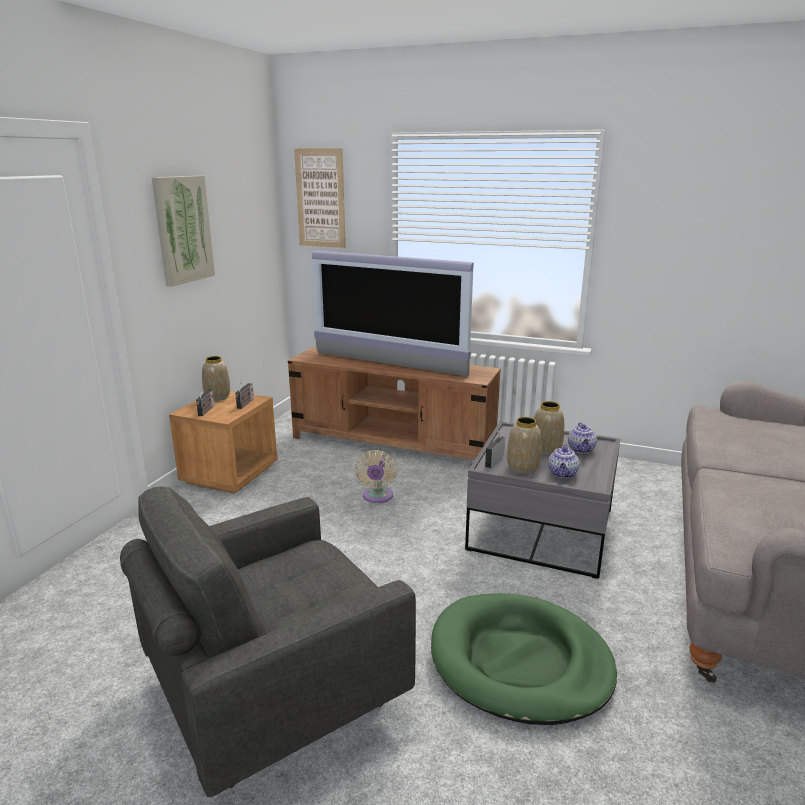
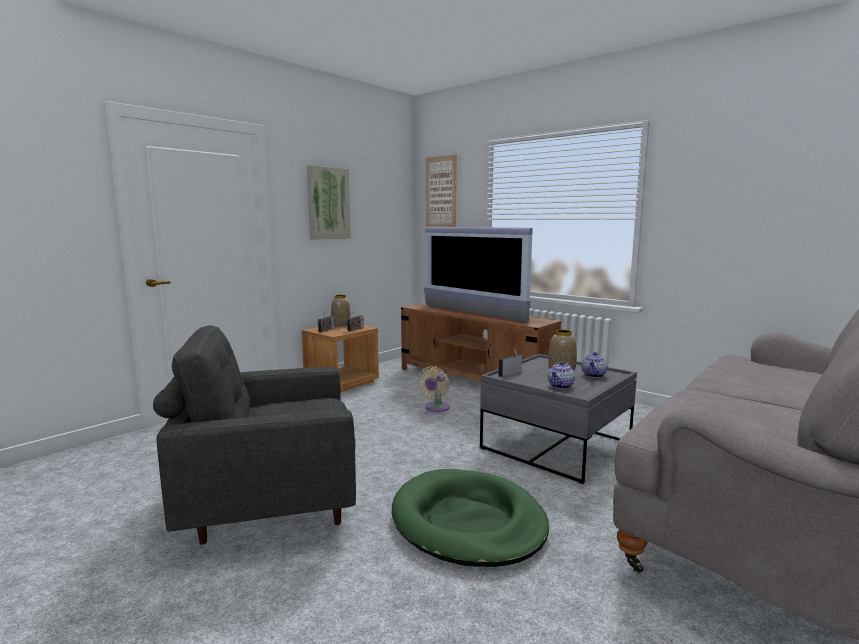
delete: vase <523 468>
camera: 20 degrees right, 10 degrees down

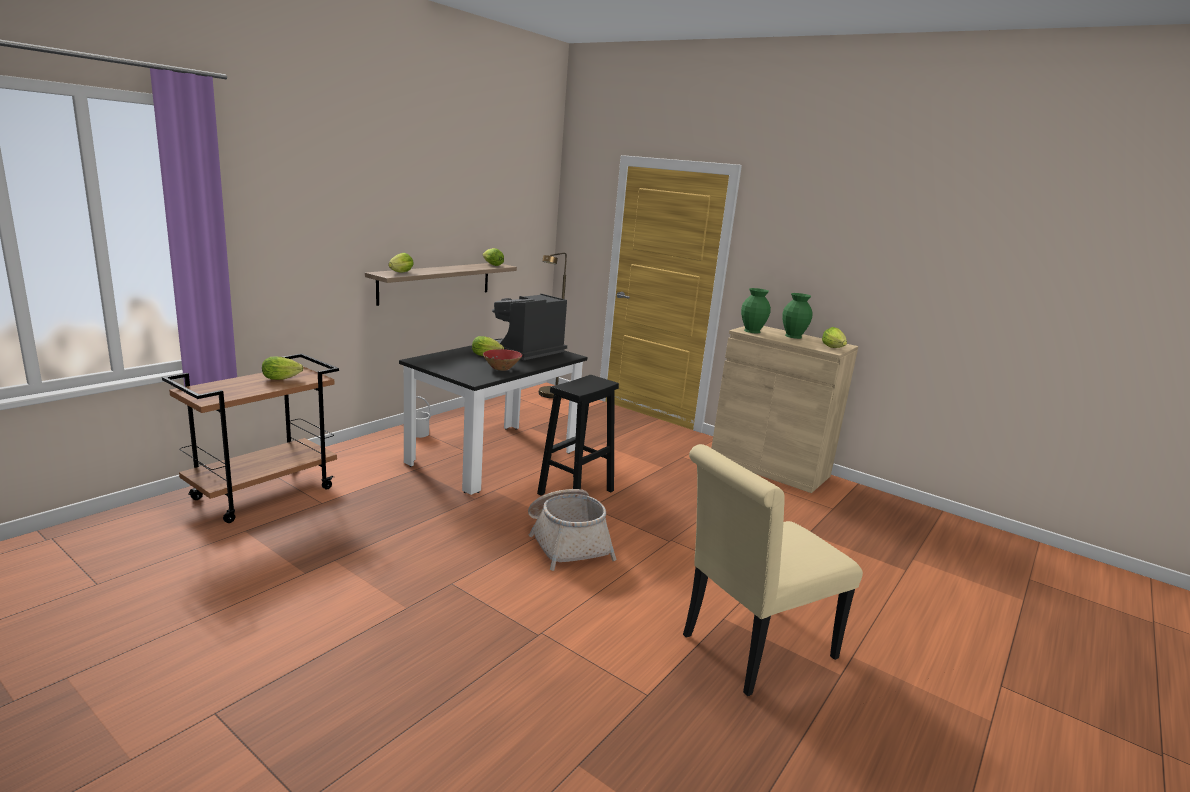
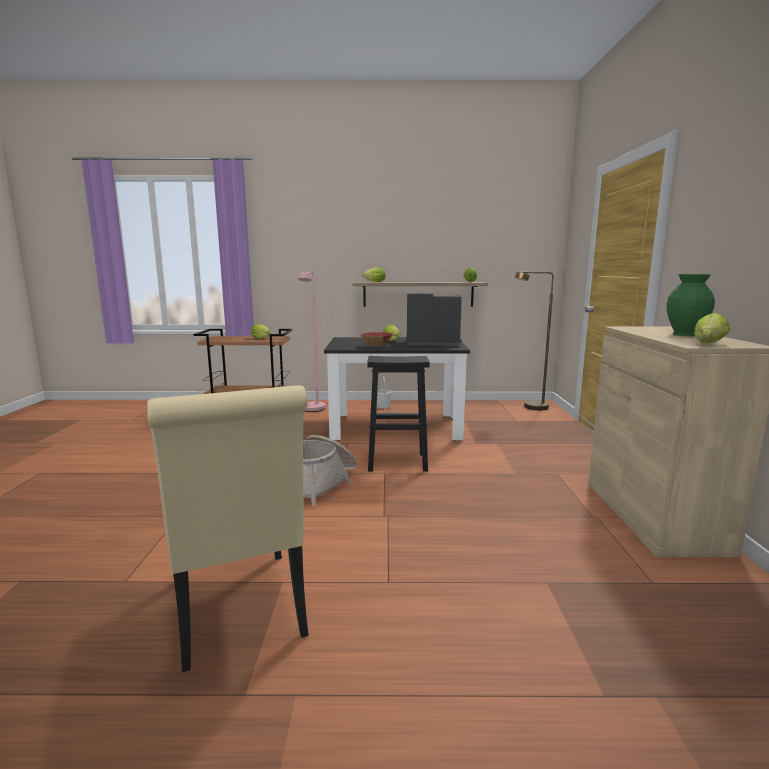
delete: green vase <752 331>
insert: pink floor lamp <313 410>
rotate: beige chair <751 649> = <240 613> 135 degrees counterclockwise
camera: 55 degrees right, 5 degrees down

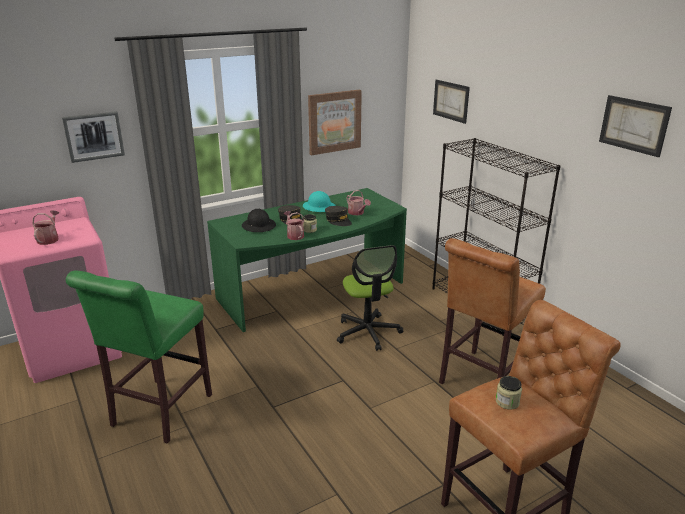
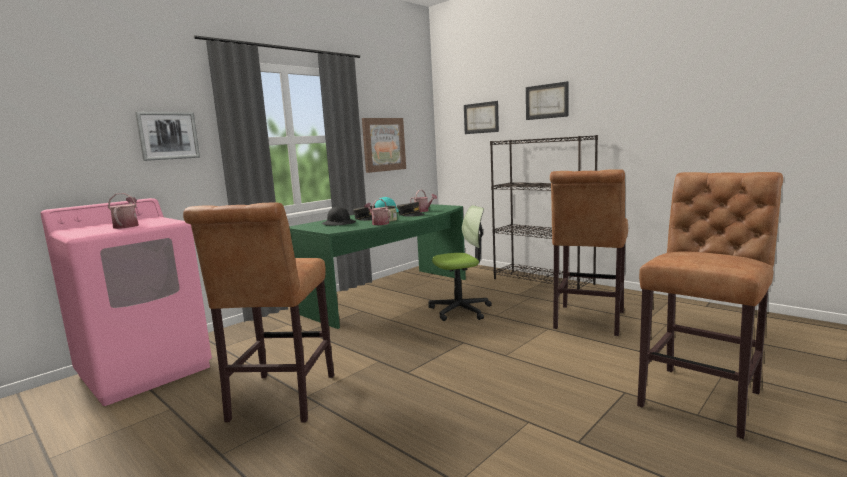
delete: jar <507 402>
move: picture <634 125> to <546 101>
recolor: green stool <158 413> to brown stool <280 401>
rotate: office chair <368 332> = <460 310> 75 degrees counterclockwise
camera: 15 degrees left, 15 degrees down

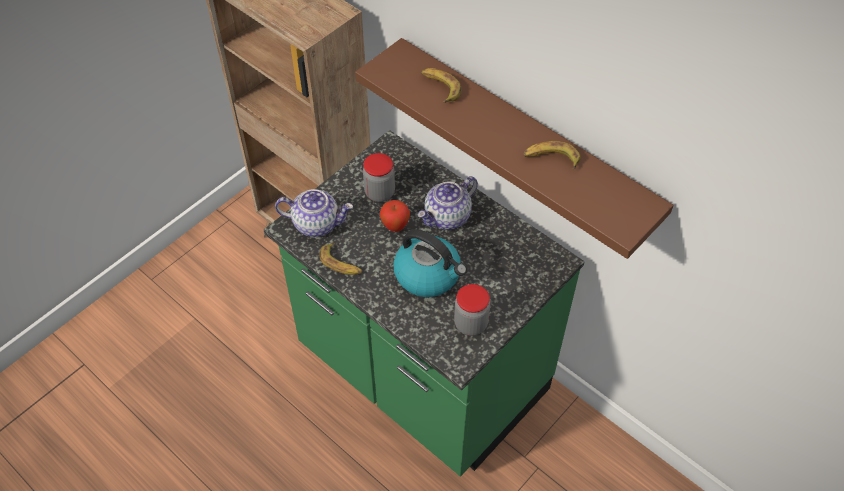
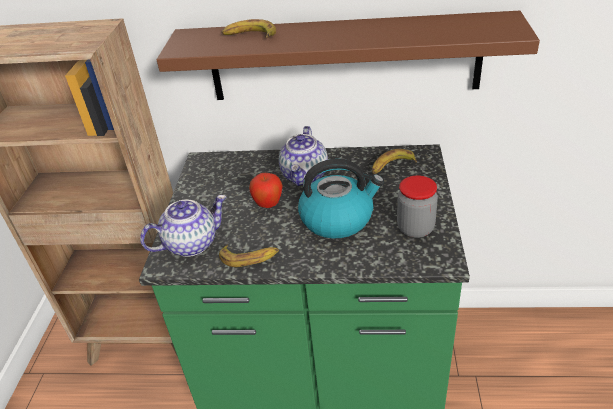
delete: jar <379 193>
move: banana <551 158> to <392 166>
camera: 35 degrees left, 15 degrees down

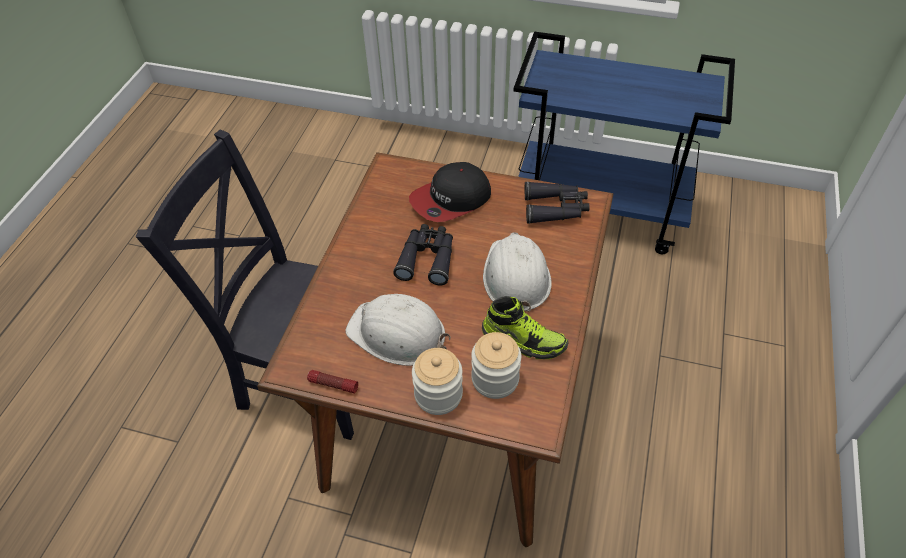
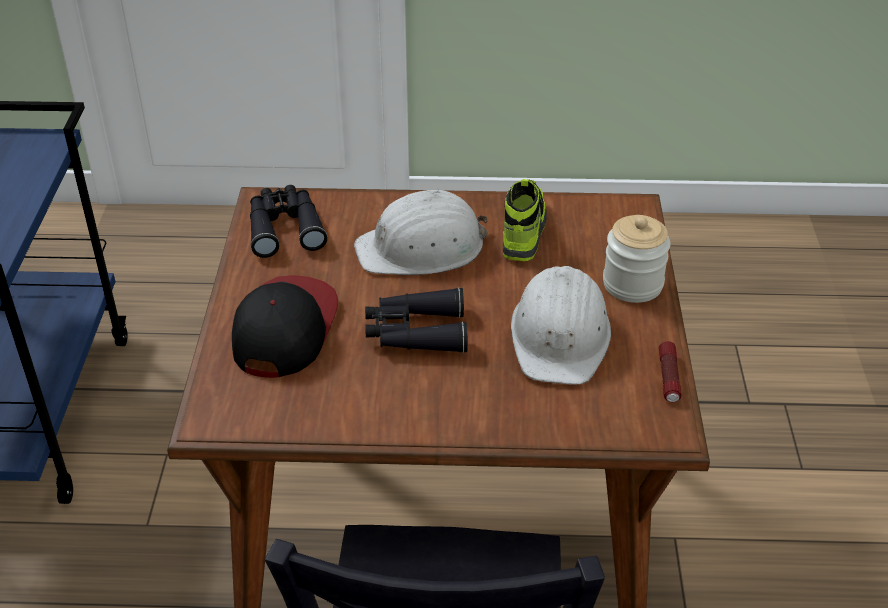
delete: jar <495 379>
rotate: cap <451 199> = <284 329> 120 degrees counterclockwise
camera: 105 degrees left, 10 degrees down

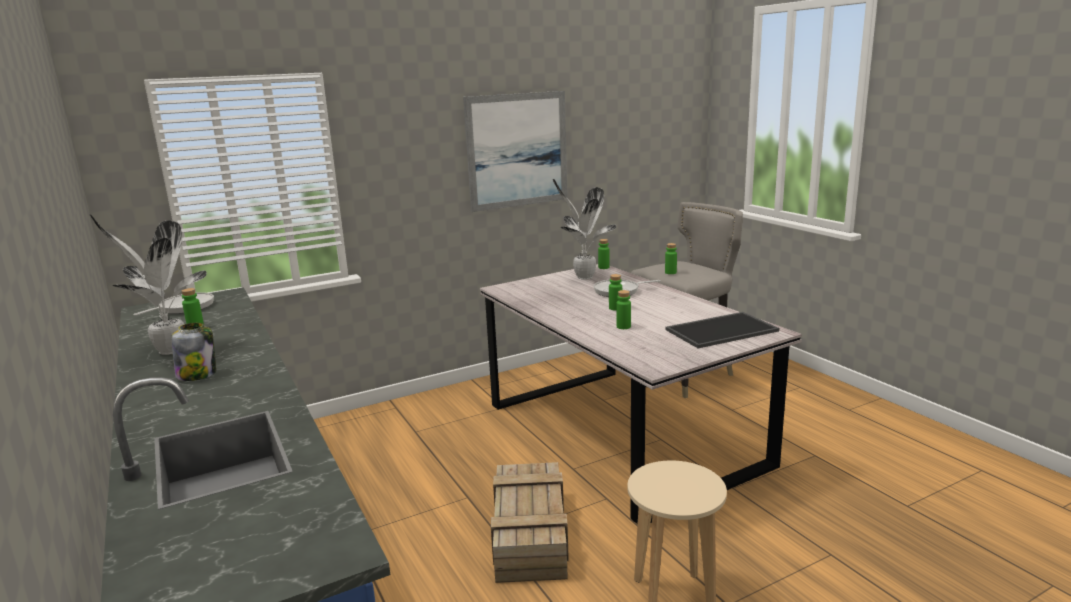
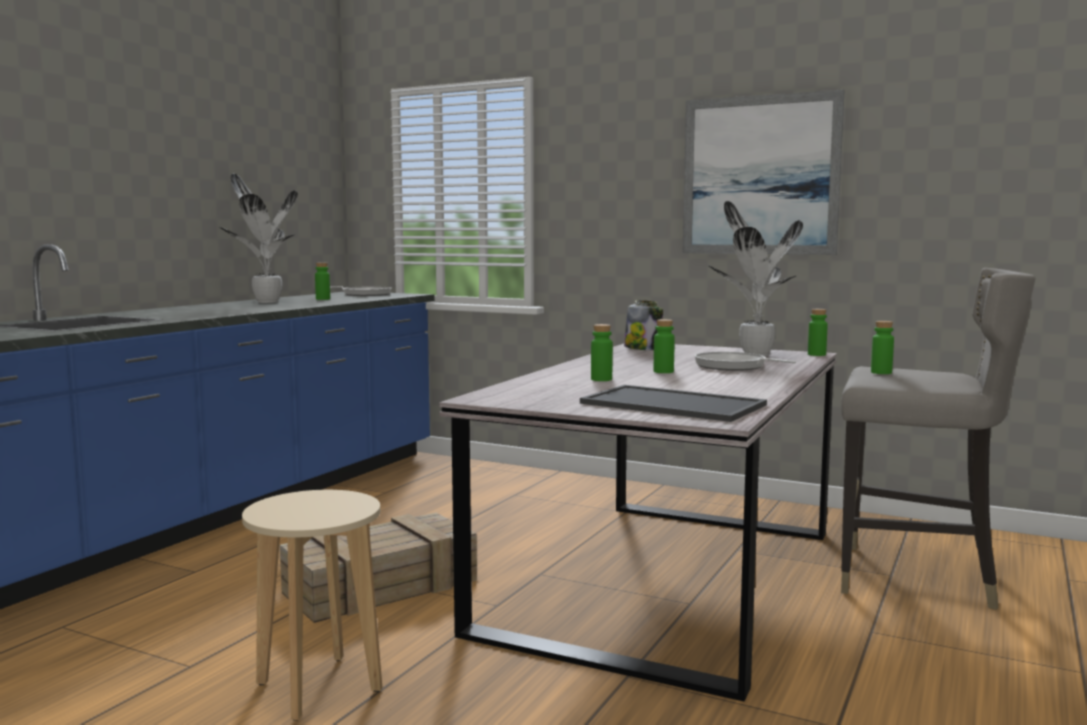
move: jar <197 374> to <643 348>
camera: 55 degrees right, 10 degrees down

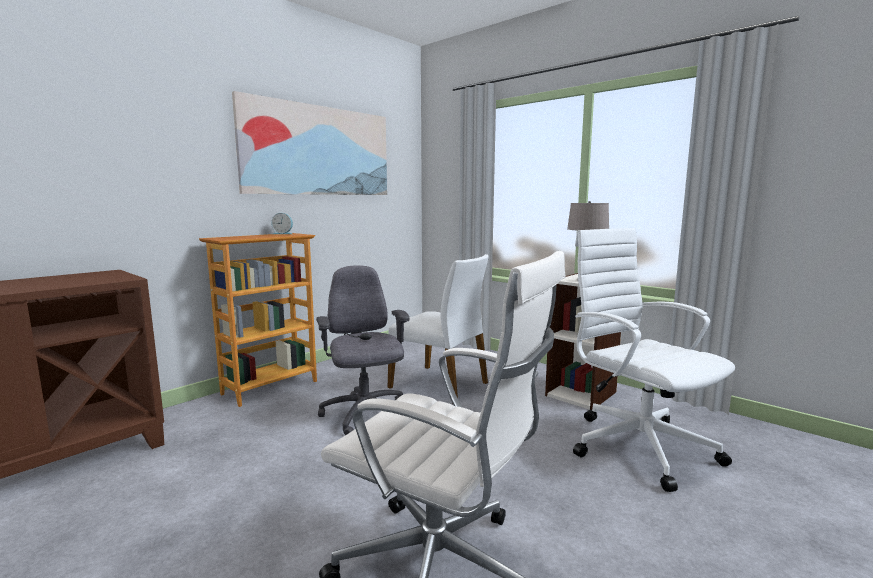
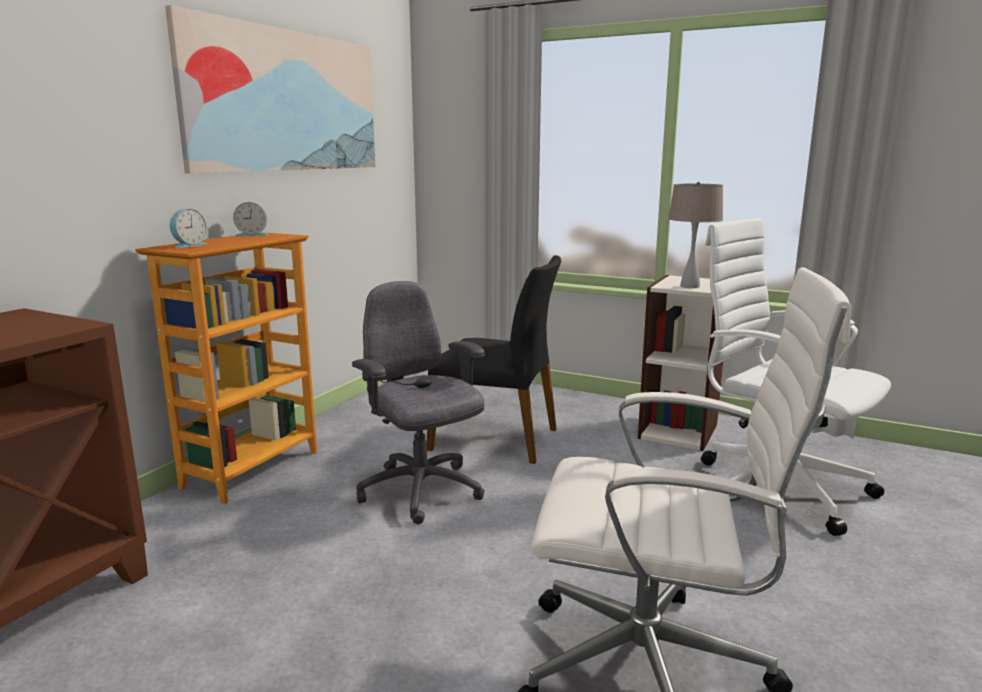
insert: alarm clock <188 245>
recolor: white chair <440 385> to black chair <496 439>
camera: 15 degrees left, 5 degrees up

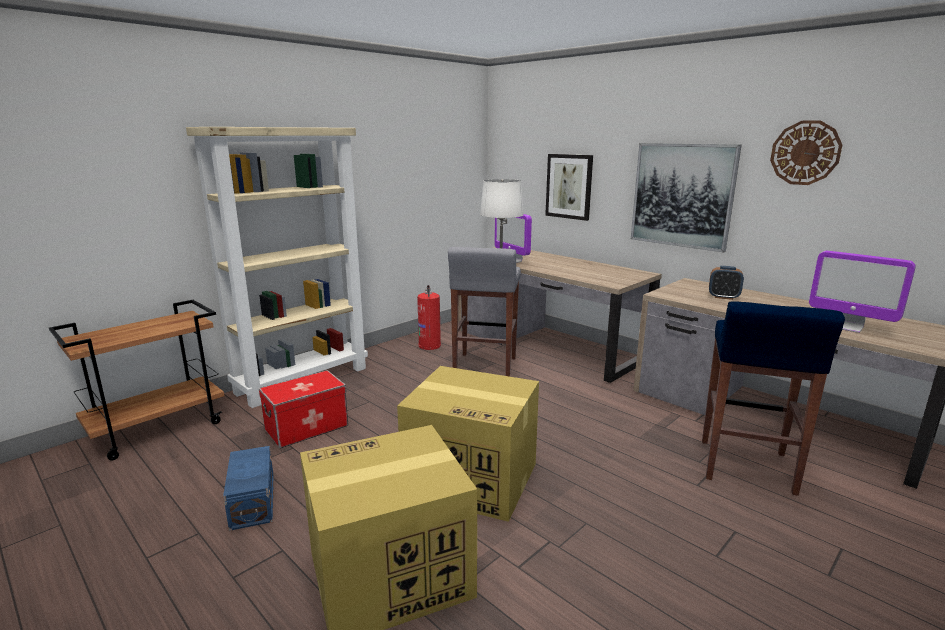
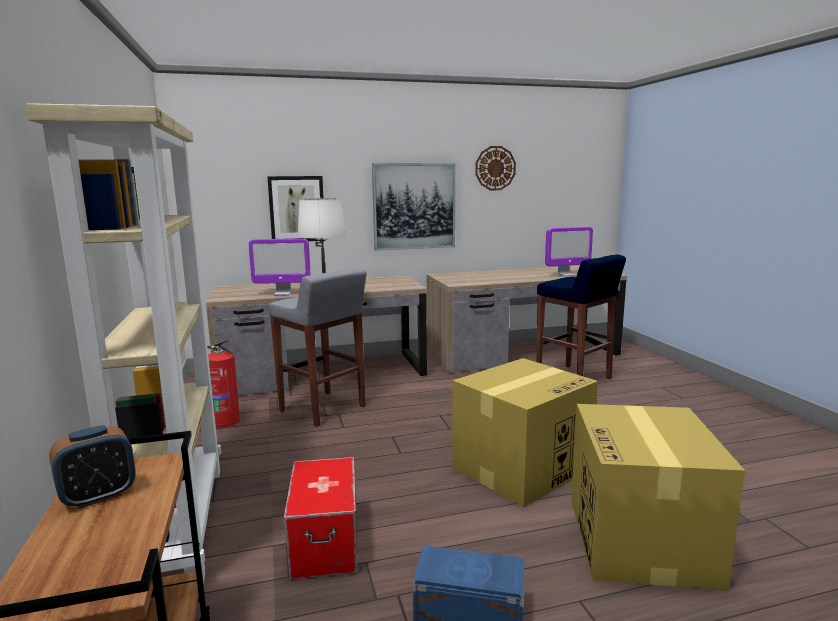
move: alarm clock <723 297> to <98 496>
camera: 60 degrees left, 5 degrees down

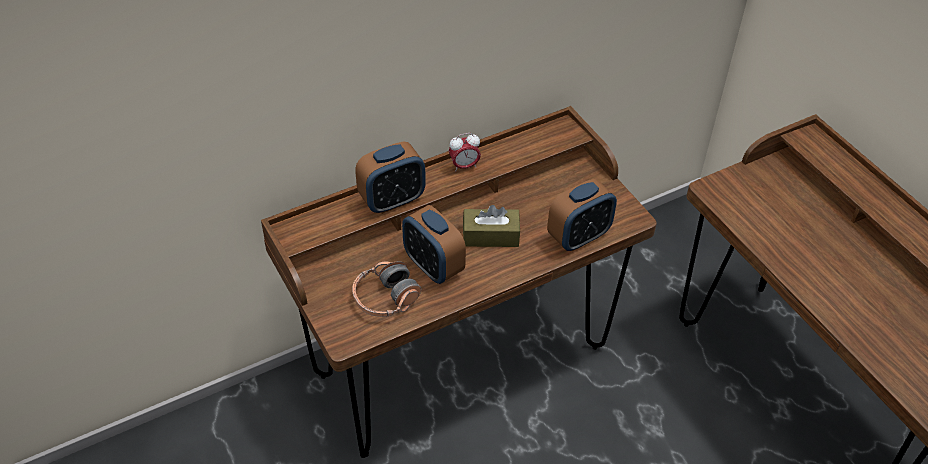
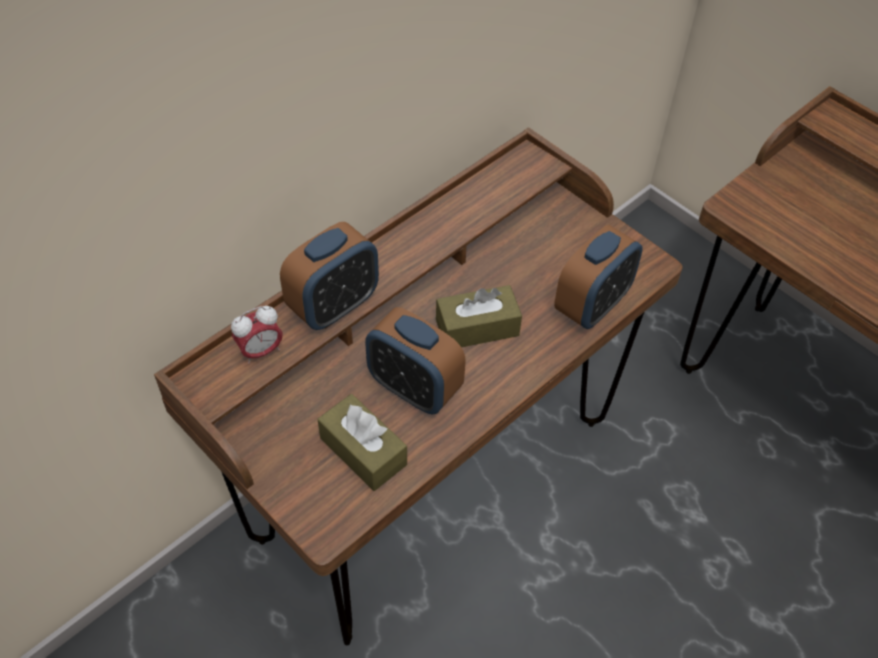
move: alarm clock <464 166> to <260 351>
replace: headphones <385 298> to brown tissue box <363 451>
camera: 15 degrees left, 5 degrees up

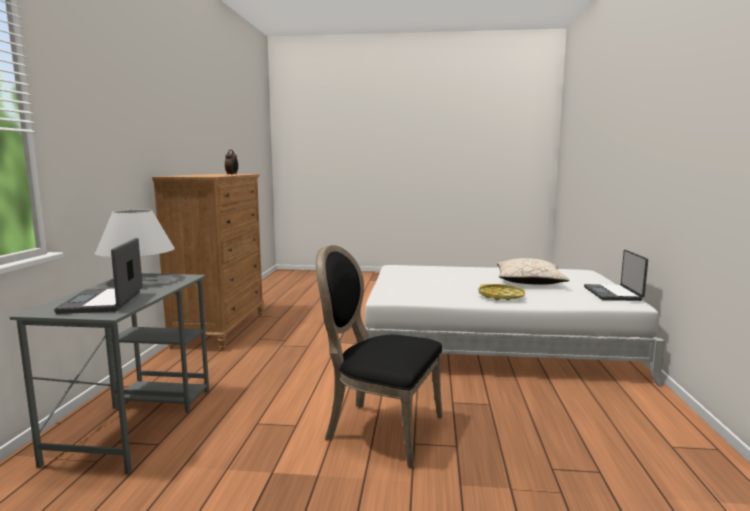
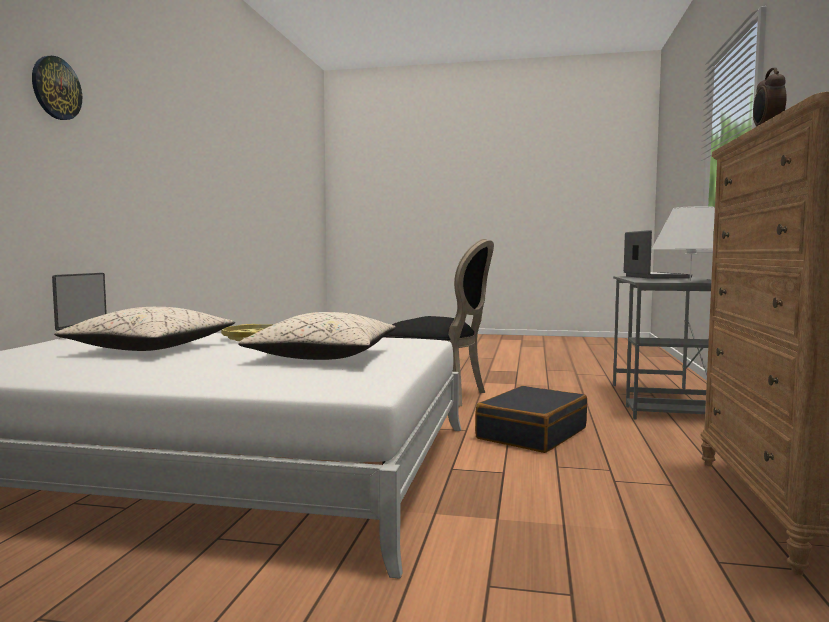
insert: wall clock <56 88>; beige pillow <323 357>; black suitcase <531 433>
camera: 175 degrees left, 5 degrees down

